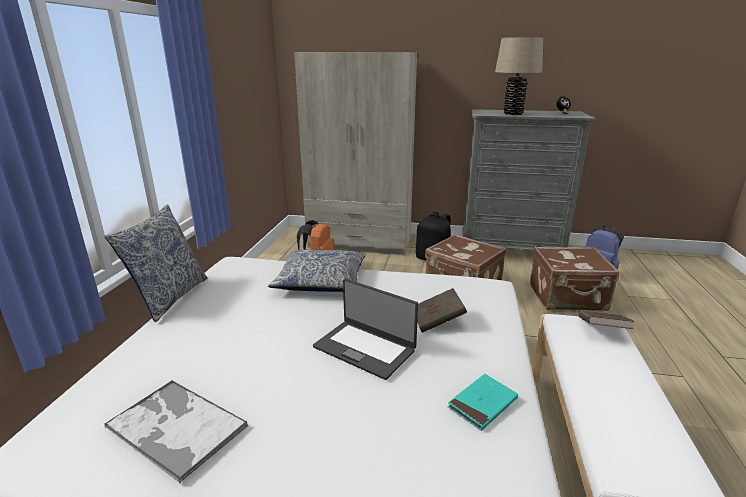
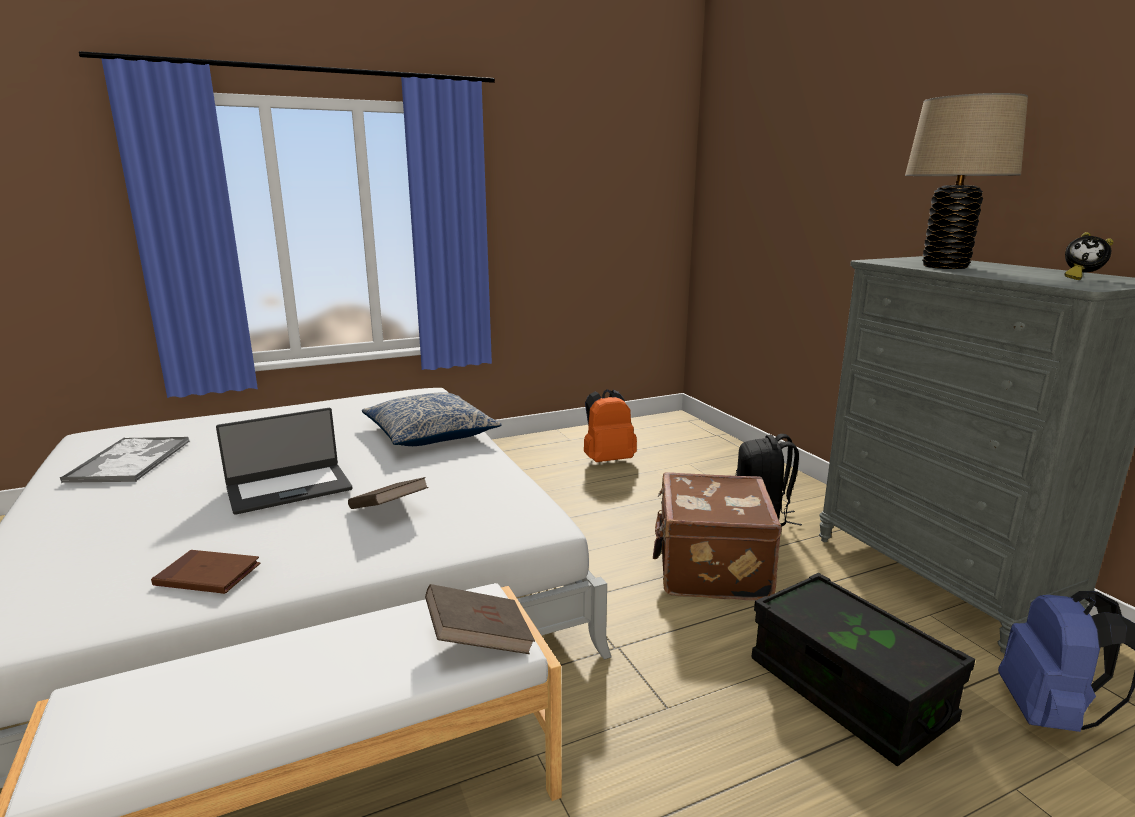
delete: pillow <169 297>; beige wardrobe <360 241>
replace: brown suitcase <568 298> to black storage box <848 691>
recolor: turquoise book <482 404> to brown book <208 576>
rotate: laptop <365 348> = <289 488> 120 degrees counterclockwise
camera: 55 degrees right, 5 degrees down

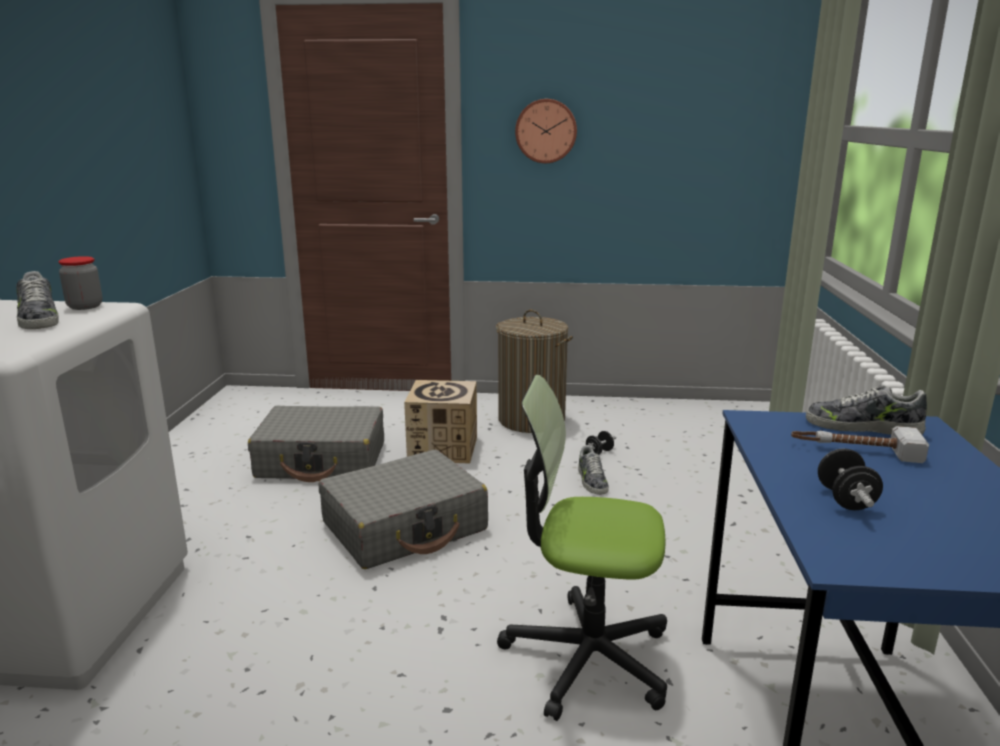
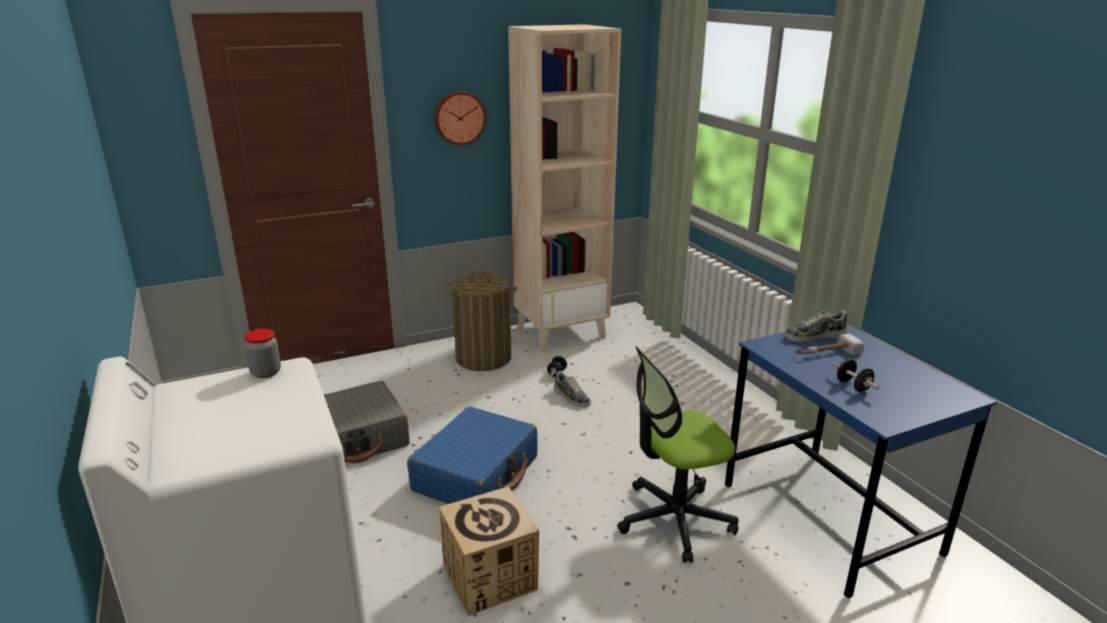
delete: shoe <38 319>
insert: beige bookcase <561 332>
move: cardboard box <443 449> to <490 577>
recolor: grey suitcase <405 526> to blue suitcase <476 474>
camera: 30 degrees left, 5 degrees up

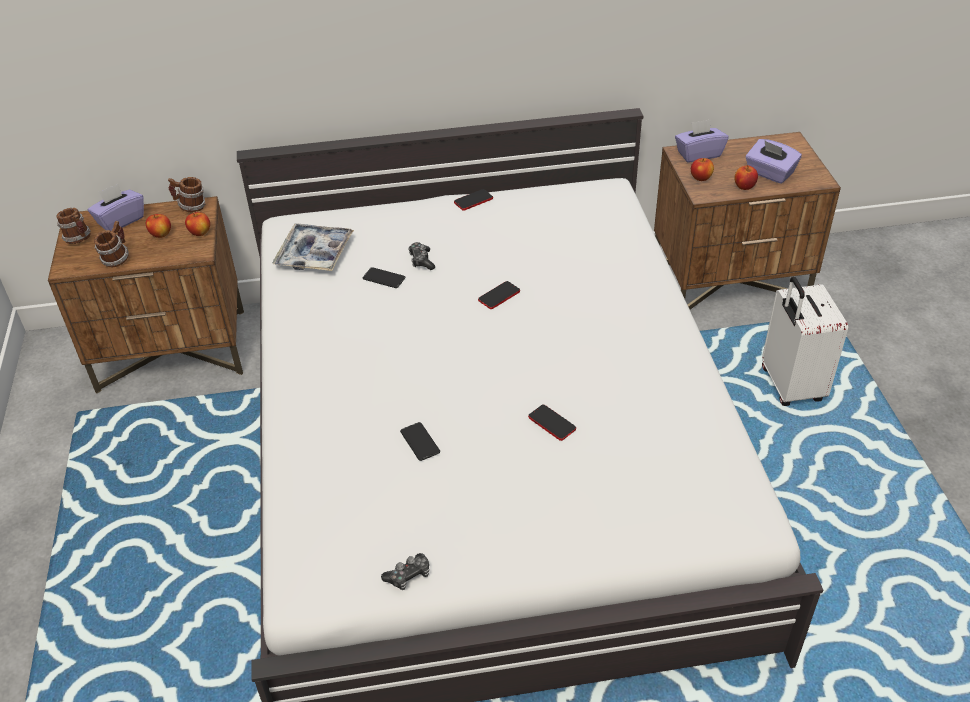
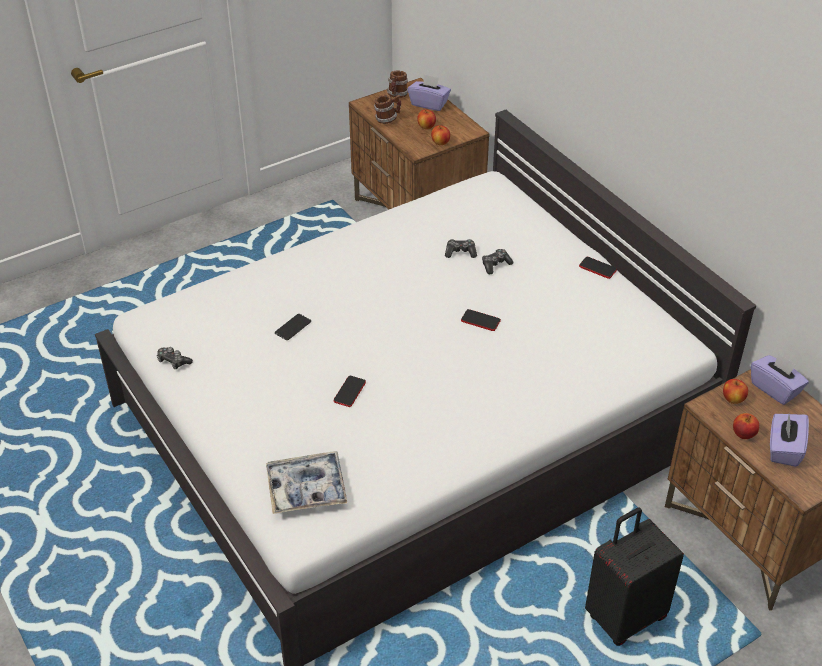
delete: mug <191 207>
move: tray <314 254> to <306 489>
replace: phone <384 278> to game controller <460 252>
recolor: white suitcase <789 386> to black suitcase <624 616>
camera: 65 degrees right, 0 degrees up

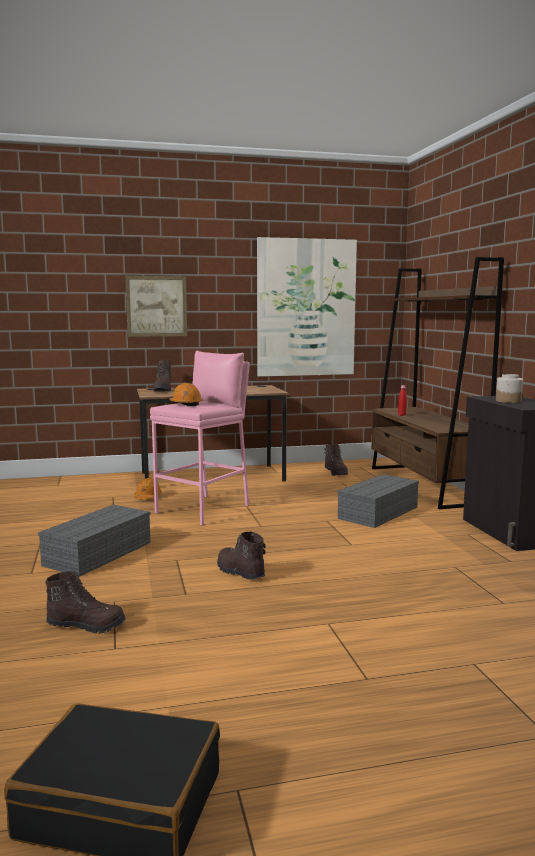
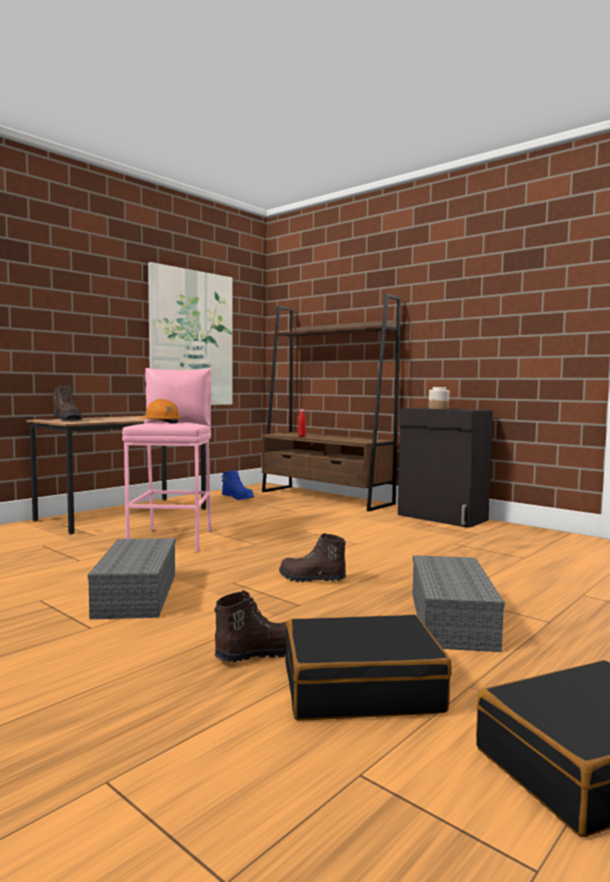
delete: picture <156 306>; orange hard hat <147 497>
insert: black suitcase <361 688>
move: grey storage box <378 513> to <453 621>
recolor: brown boot <336 472> to blue boot <238 498>
camera: 35 degrees left, 5 degrees down

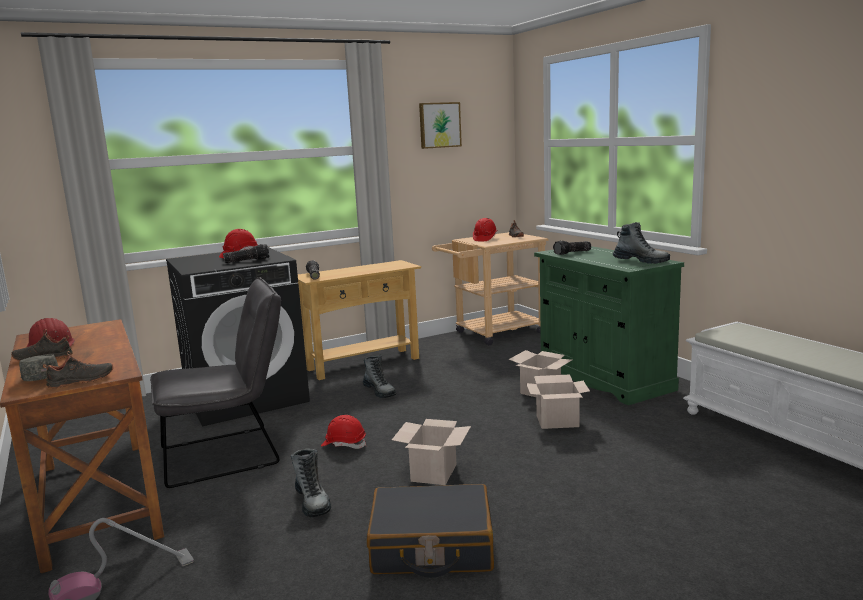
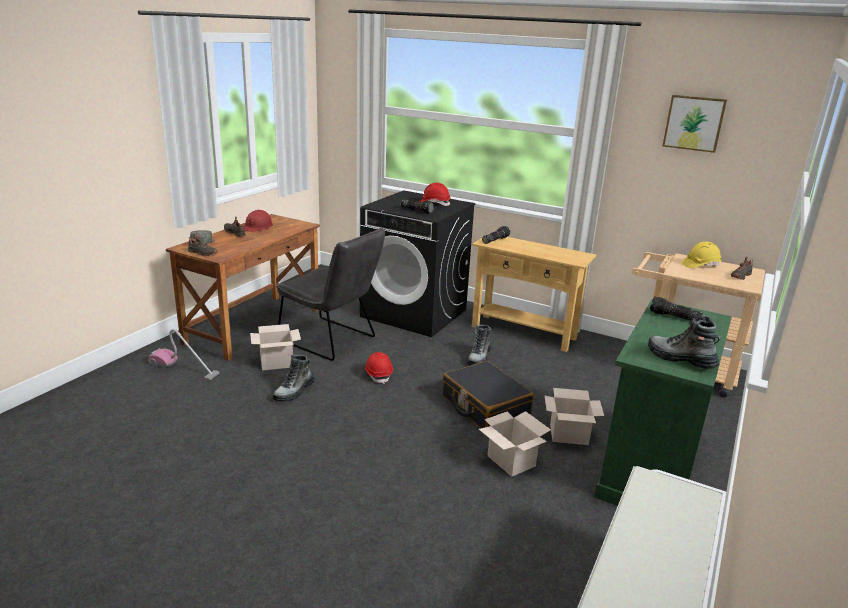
move: black suitcase <432 547> to <485 406>; cardboard box <433 472> to <277 362>
recolor: red hard hat <484 239> to yellow hard hat <700 265>
rotate: boot <641 261> = <680 359> 135 degrees clockwise
camera: 55 degrees right, 10 degrees up

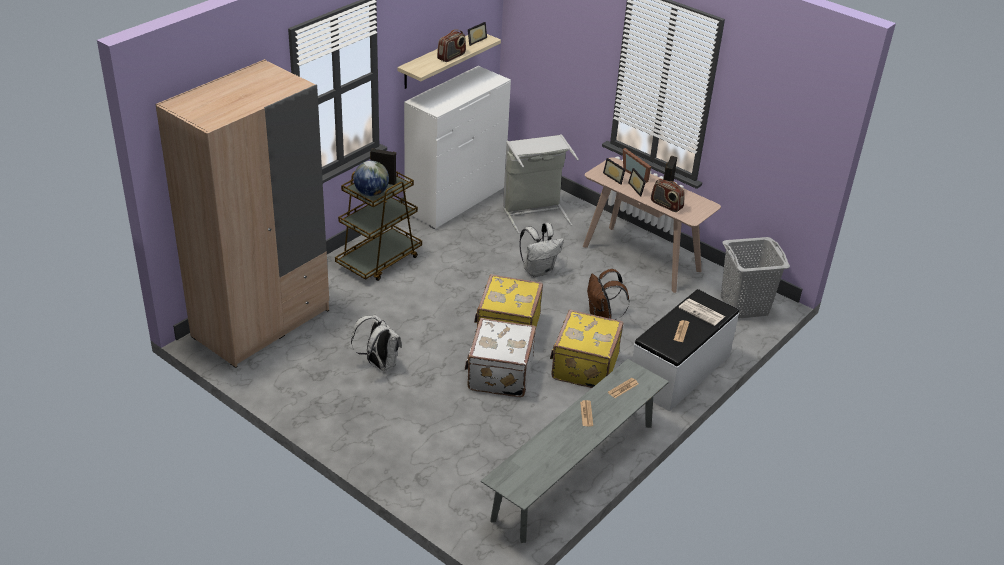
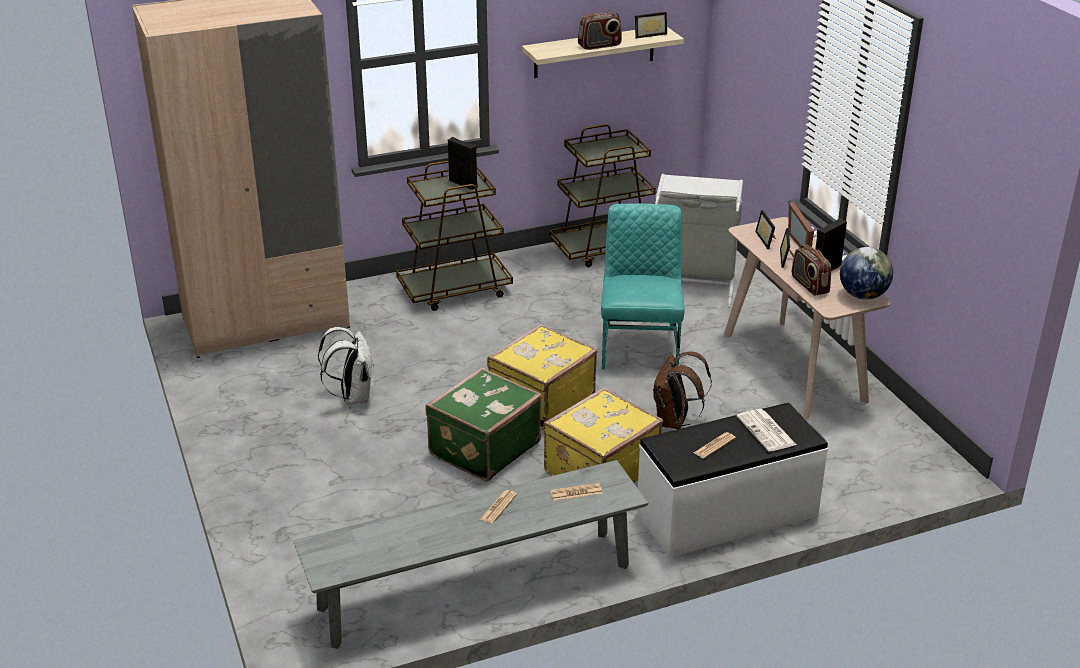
delete: grey laundry basket <744 306>
move: globe <371 193> to <863 295>
replace: white dresser <455 200> to brown cart <604 249>; white backpack <538 270> to turquoise chair <640 347>
recolor: white suitcase <499 374> to green suitcase <482 448>
camera: 30 degrees right, 5 degrees down

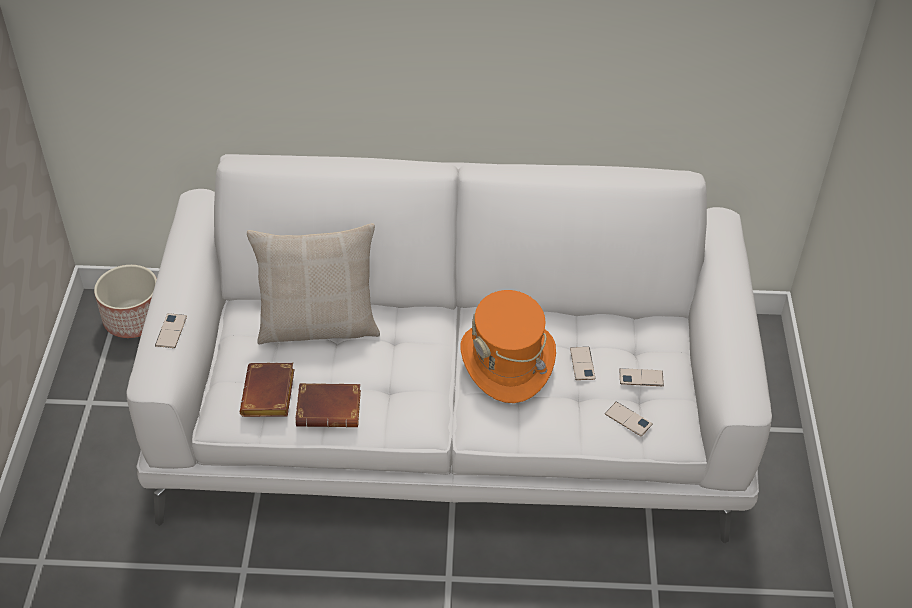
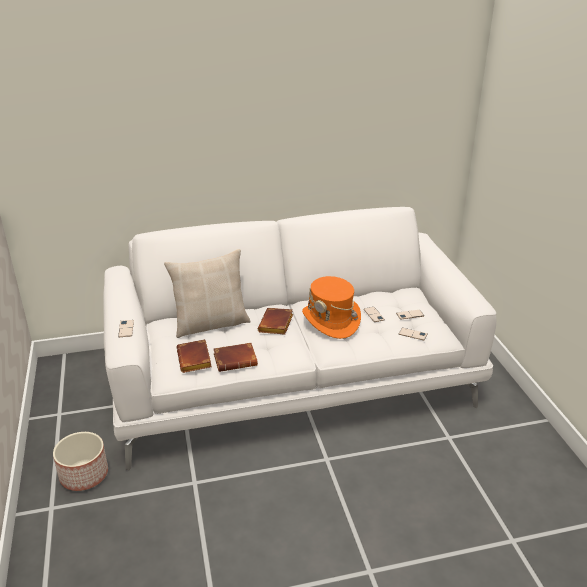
insert: brown book <276 325>
move: planter <134 318> to <84 474>
camera: 15 degrees left, 15 degrees down

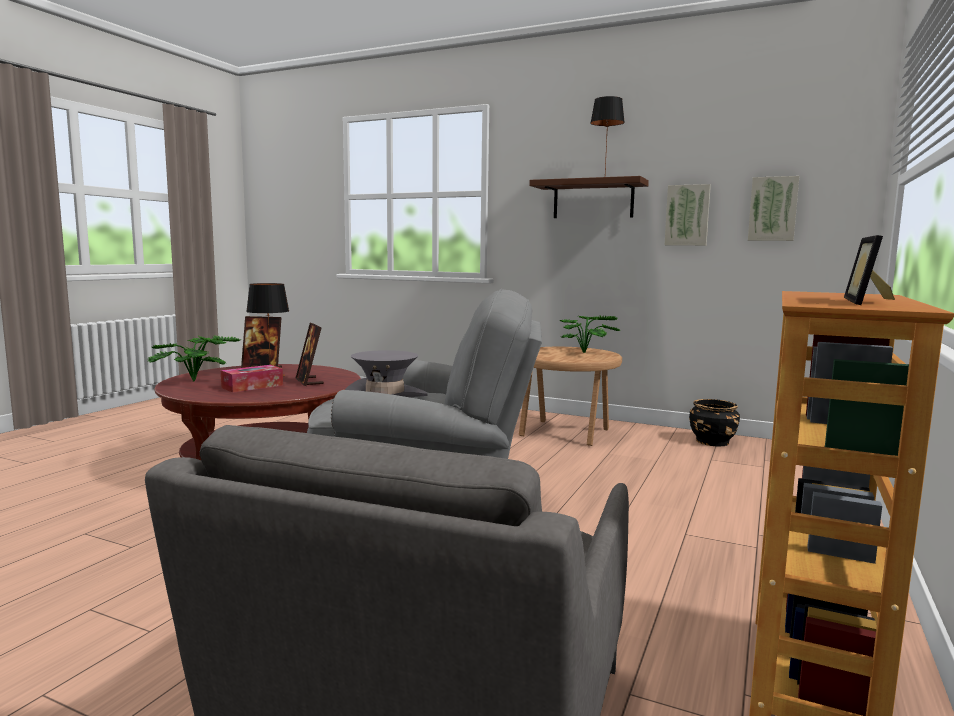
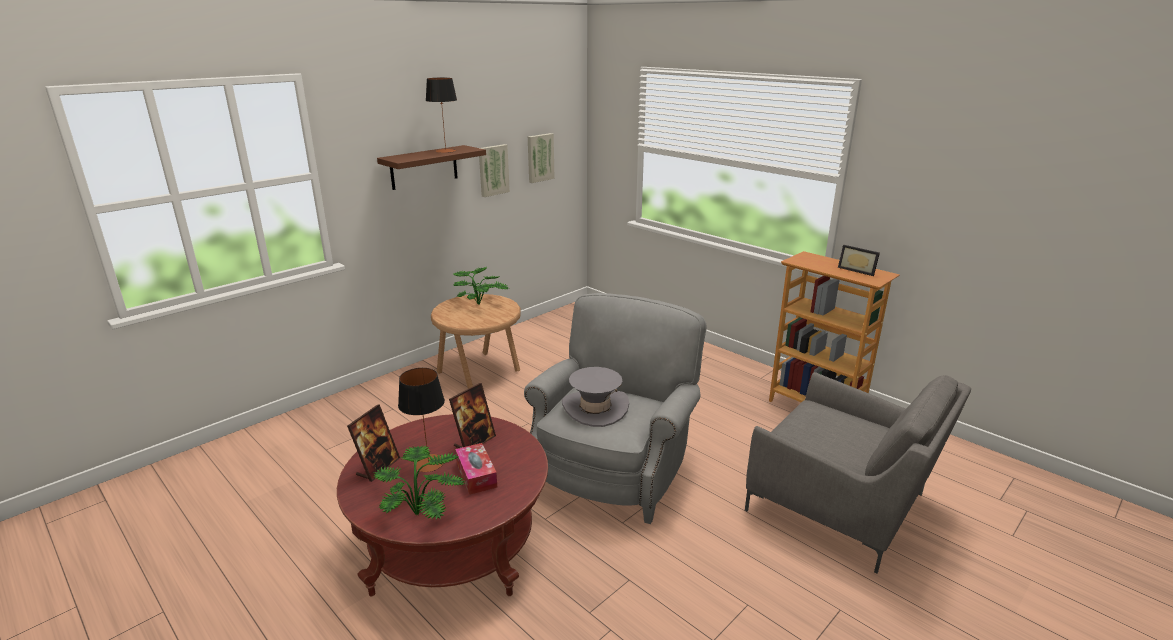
delete: black planter <712 441>
rotate: picture frame <309 381> = <474 441> 45 degrees counterclockwise
camera: 70 degrees left, 15 degrees up

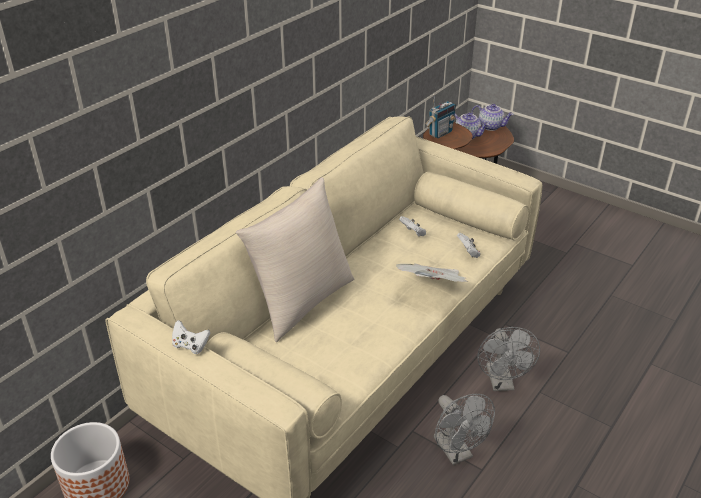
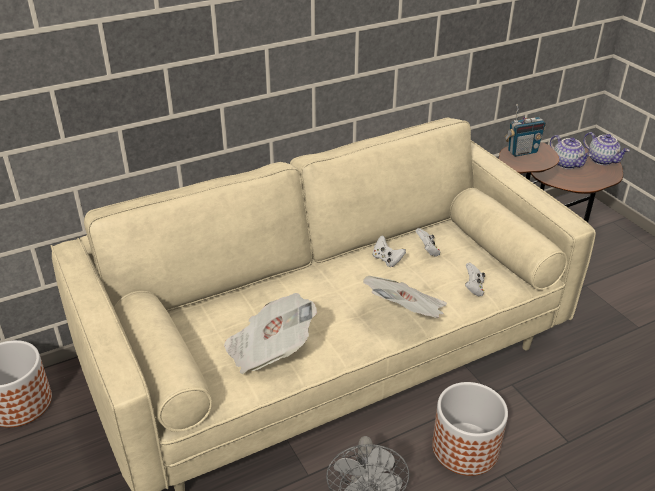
delete: beige pillow <302 302>
insert: newspaper <269 350>
move: white game controller <190 346> to <387 260>
replace: grey fan <501 383> to planter <465 448>
camera: 25 degrees right, 0 degrees up

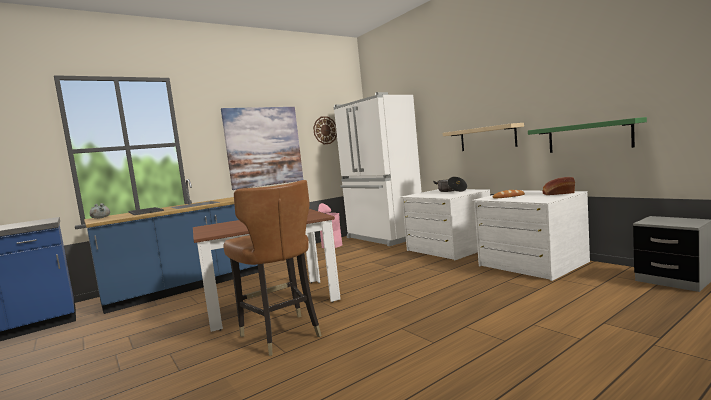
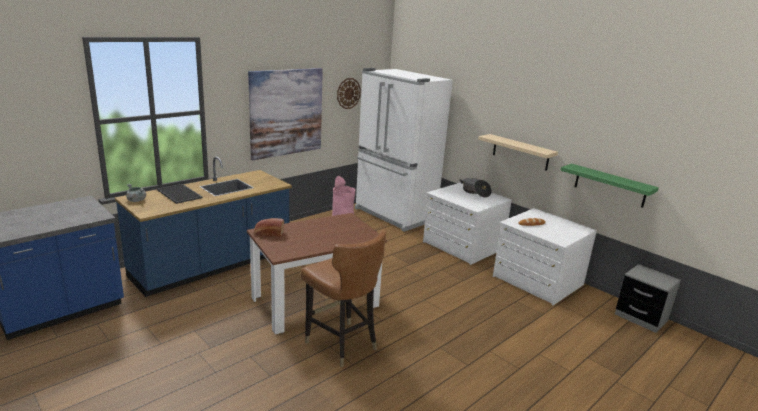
move: bread <558 193> to <268 233>
camera: 10 degrees left, 15 degrees up

